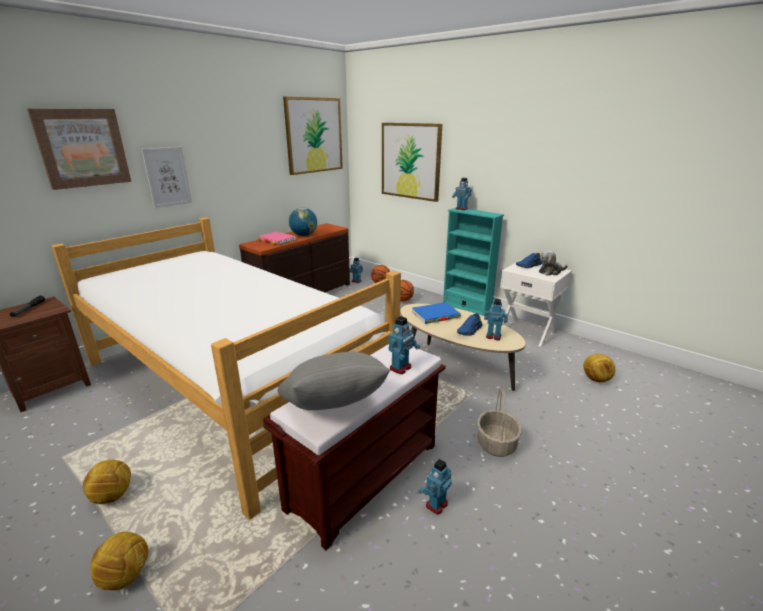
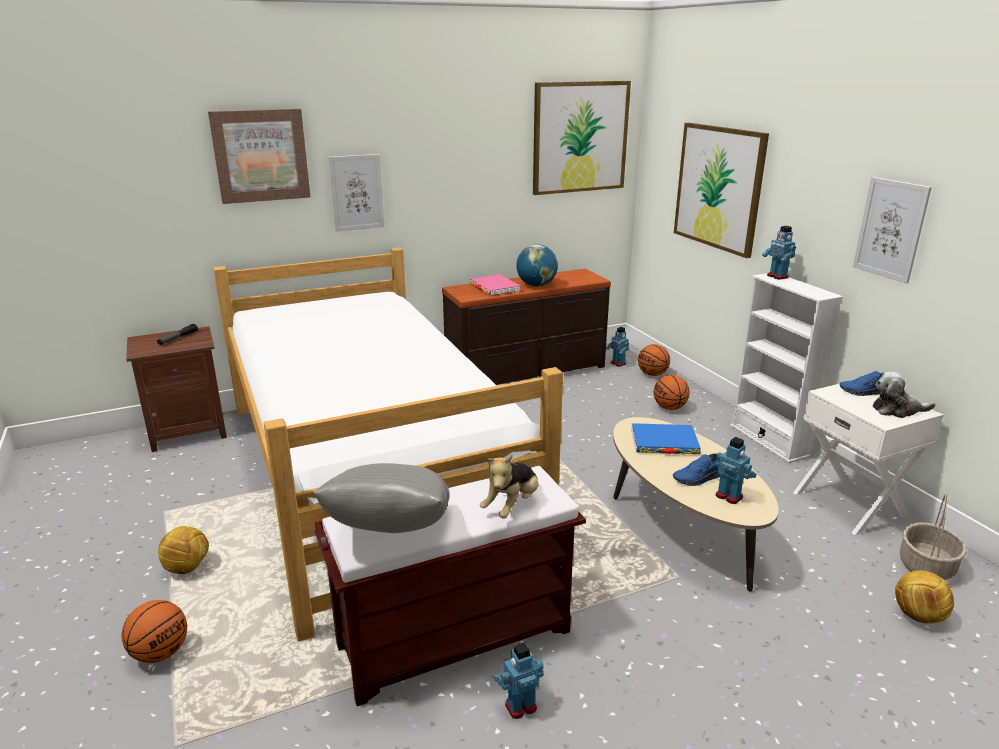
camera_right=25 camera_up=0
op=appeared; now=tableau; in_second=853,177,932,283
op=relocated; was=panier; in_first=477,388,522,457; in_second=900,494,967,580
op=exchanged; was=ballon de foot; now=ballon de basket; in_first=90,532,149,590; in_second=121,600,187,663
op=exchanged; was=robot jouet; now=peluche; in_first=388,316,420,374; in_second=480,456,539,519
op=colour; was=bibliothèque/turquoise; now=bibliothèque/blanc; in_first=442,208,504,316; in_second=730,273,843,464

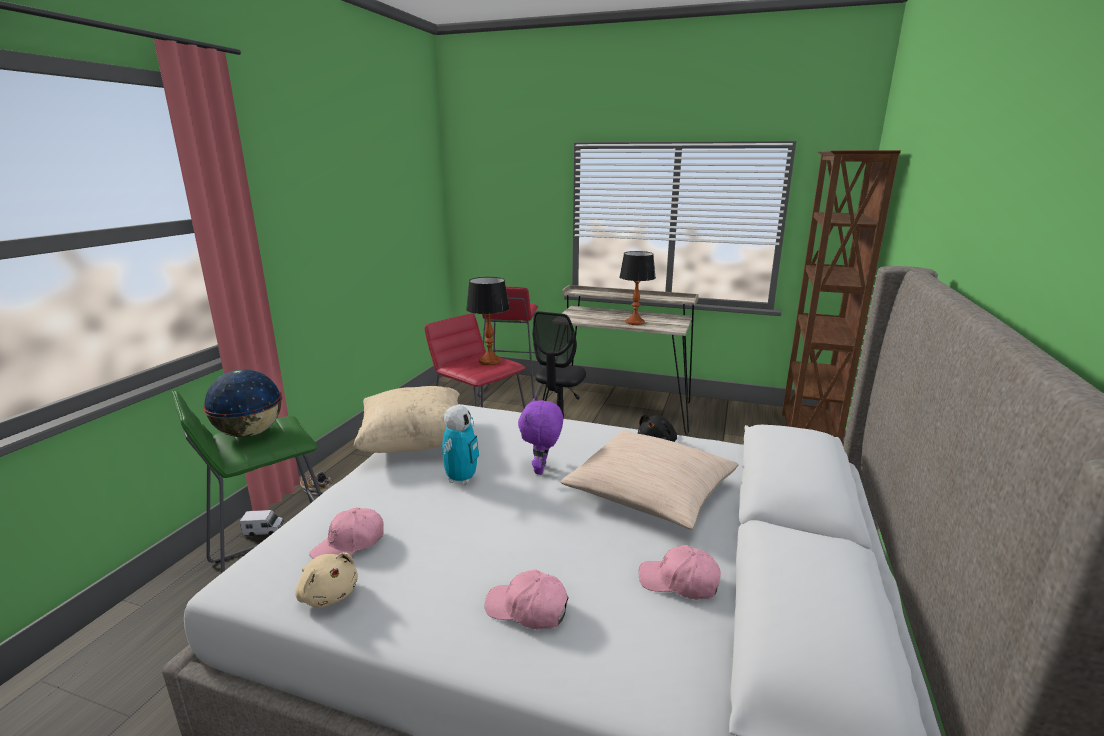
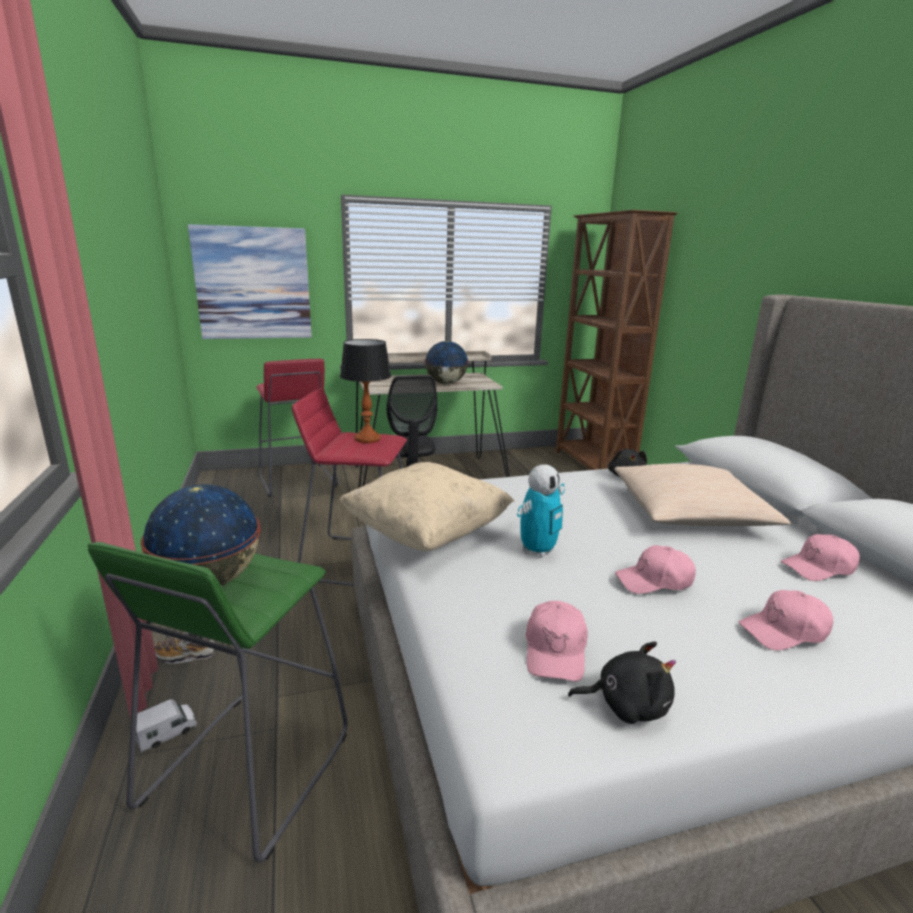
camera_right=-35 camera_up=0
op=missing; was=peluche/violet; in_first=518,398,563,475
op=appeared; now=tableau; in_second=188,224,312,339
op=appeared; now=casquette/rose; in_second=615,545,696,594
op=exchanged; was=lampe de table; now=globe; in_first=619,251,656,325; in_second=425,341,469,384
op=colour; was=peluche/beige; now=peluche/noir; in_first=295,552,358,608; in_second=568,641,676,724
op=spun; was=robot jouet; in_first=442,405,479,485; in_second=517,464,565,558; clockwise=60

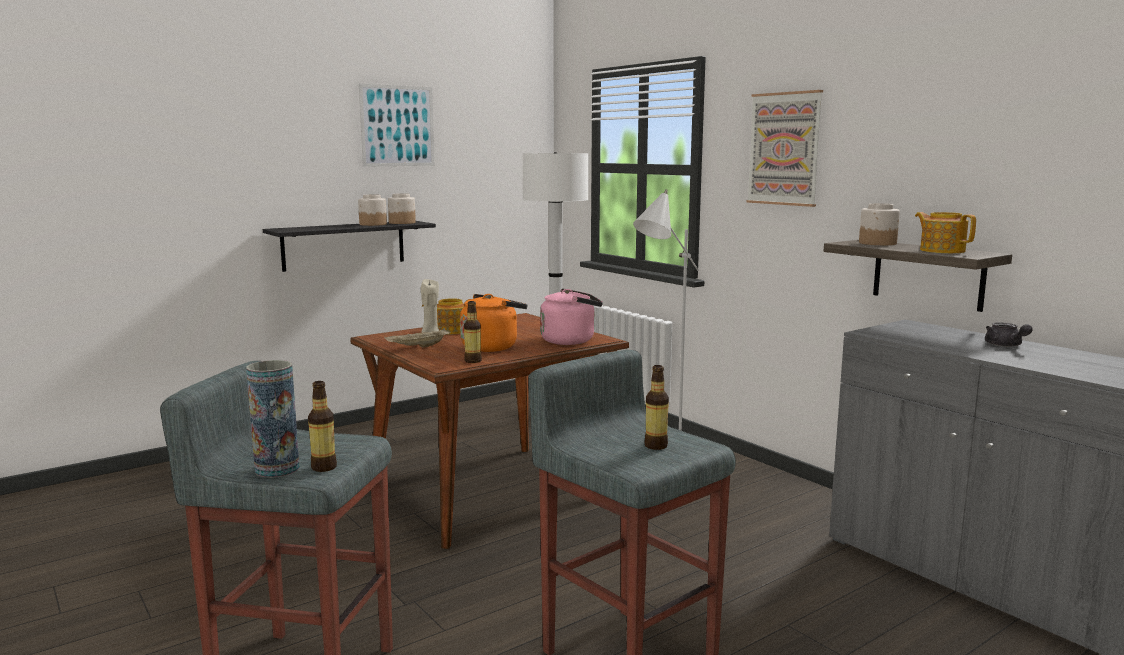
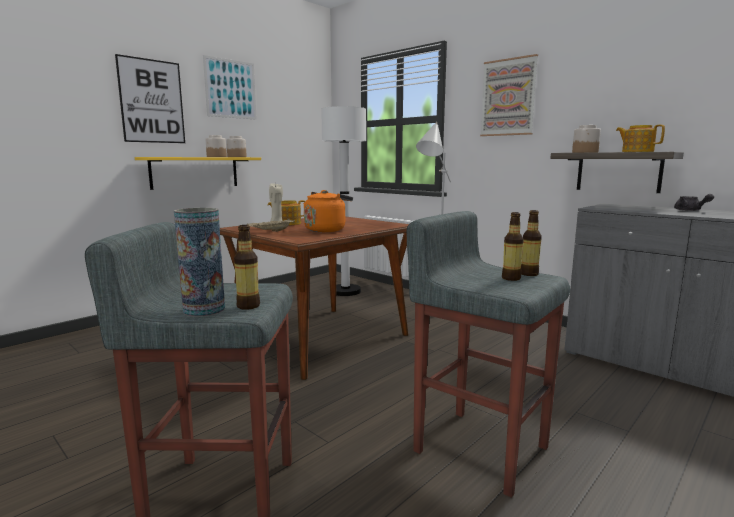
camera_right=-10 camera_up=0
op=missing; was=bouilloire/rose; in_first=540,288,603,345
op=appeared; now=tableau; in_second=115,54,185,143
op=relocated; was=bouteille; in_first=464,301,482,363; in_second=521,210,542,276
op=colour; was=étagère/noir; now=étagère/jaune; in_first=263,221,436,272; in_second=135,157,261,190

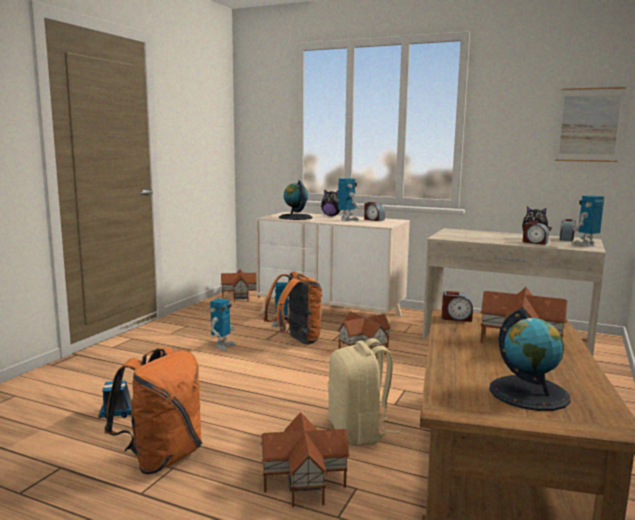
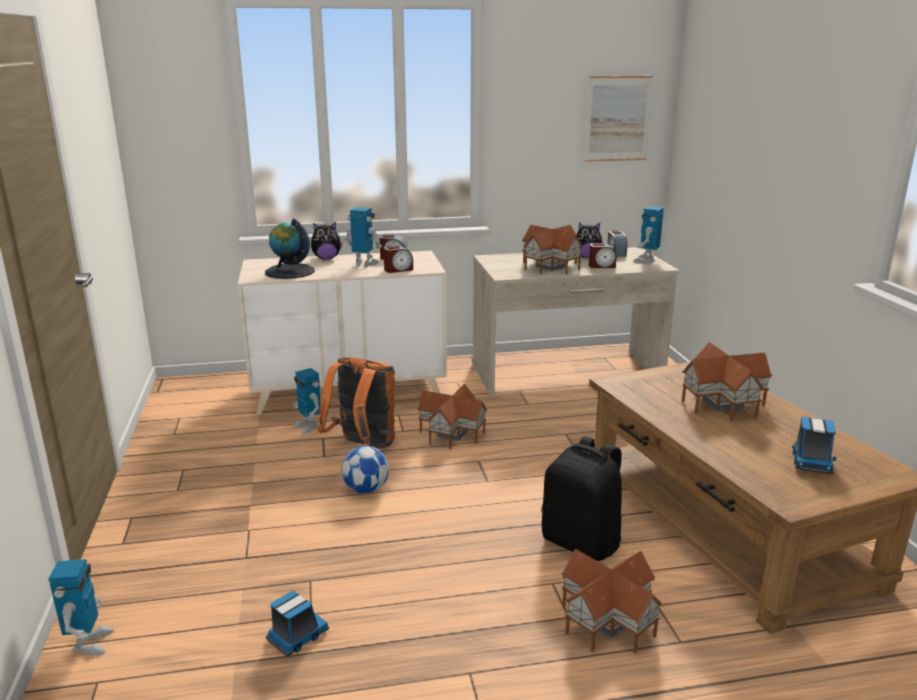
camera_right=-35 camera_up=10
op=missing; was=sac à dos/orange; in_first=104,348,202,475
op=appeared; now=ballon de foot; in_second=341,446,389,494
op=relocated; was=robot jouet; in_first=210,298,236,351; in_second=48,559,114,656
op=relocated; was=maison miniature; in_first=221,269,259,302; in_second=522,225,583,274
op=relocated; was=réveil; in_first=442,291,473,322; in_second=384,245,413,273
op=exchanged; was=globe; now=camion jouet; in_first=489,308,571,411; in_second=792,417,836,474
op=colour; was=sac à dos/beige; now=sac à dos/noir; in_first=328,338,400,446; in_second=541,436,622,561

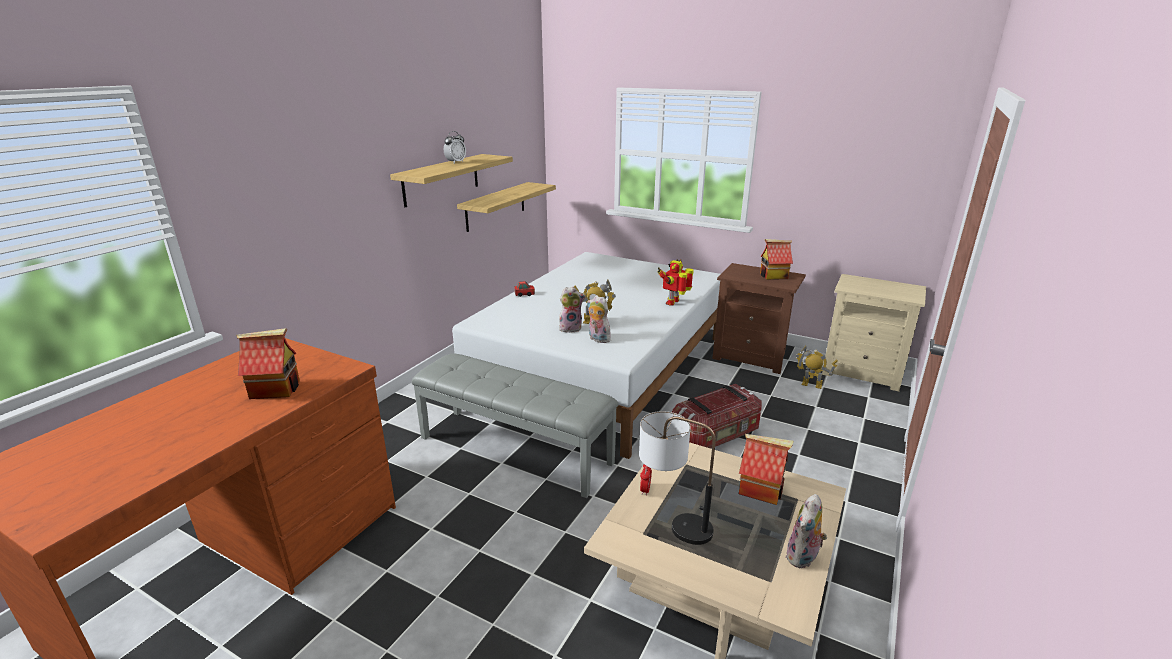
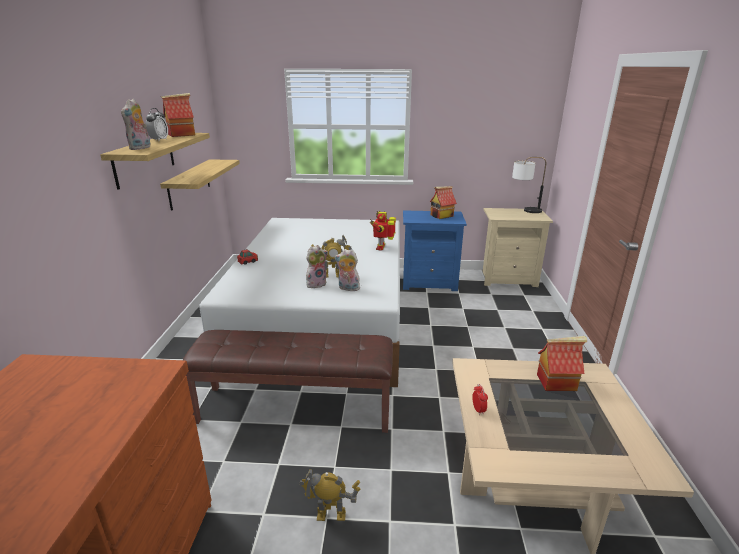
camera_right=-25 camera_up=0
op=missing; was=boîte de rangement; in_first=672,384,762,449
op=relocated; was=maison miniature; in_first=236,328,300,399; in_second=161,93,195,137
op=relocated; was=lampe de table; in_first=639,411,716,545; in_second=512,157,546,213
op=relocated; was=peluche; in_first=786,494,827,569; in_second=121,99,150,150
op=relocated; was=robot jouet; in_first=795,346,838,389; in_second=299,469,361,521
op=colour; was=banc/gris; now=banc/marron; in_first=412,353,618,498; in_second=183,330,393,433
op=colour; was=table de chevet/marron; now=table de chevet/bleu; in_first=712,263,806,374; in_second=403,210,467,291

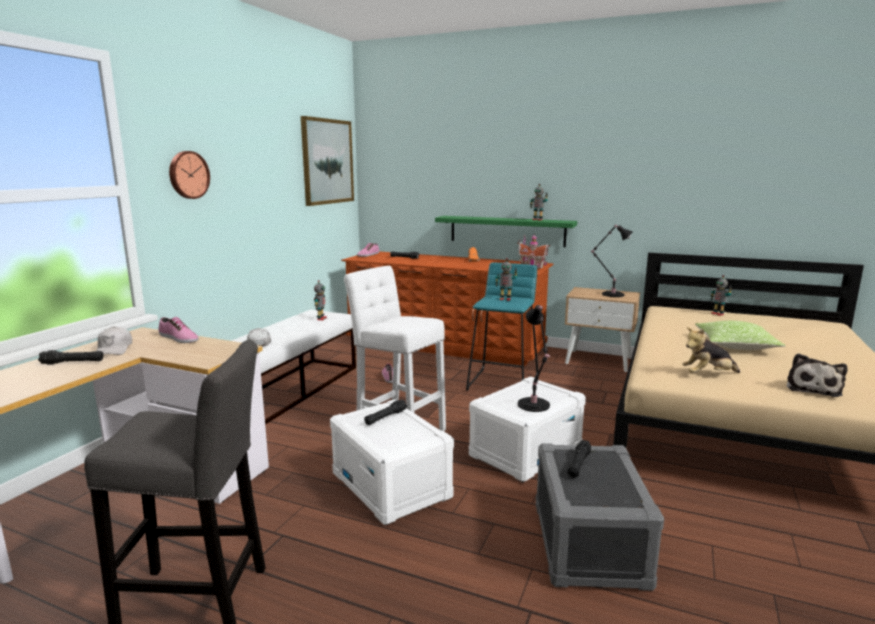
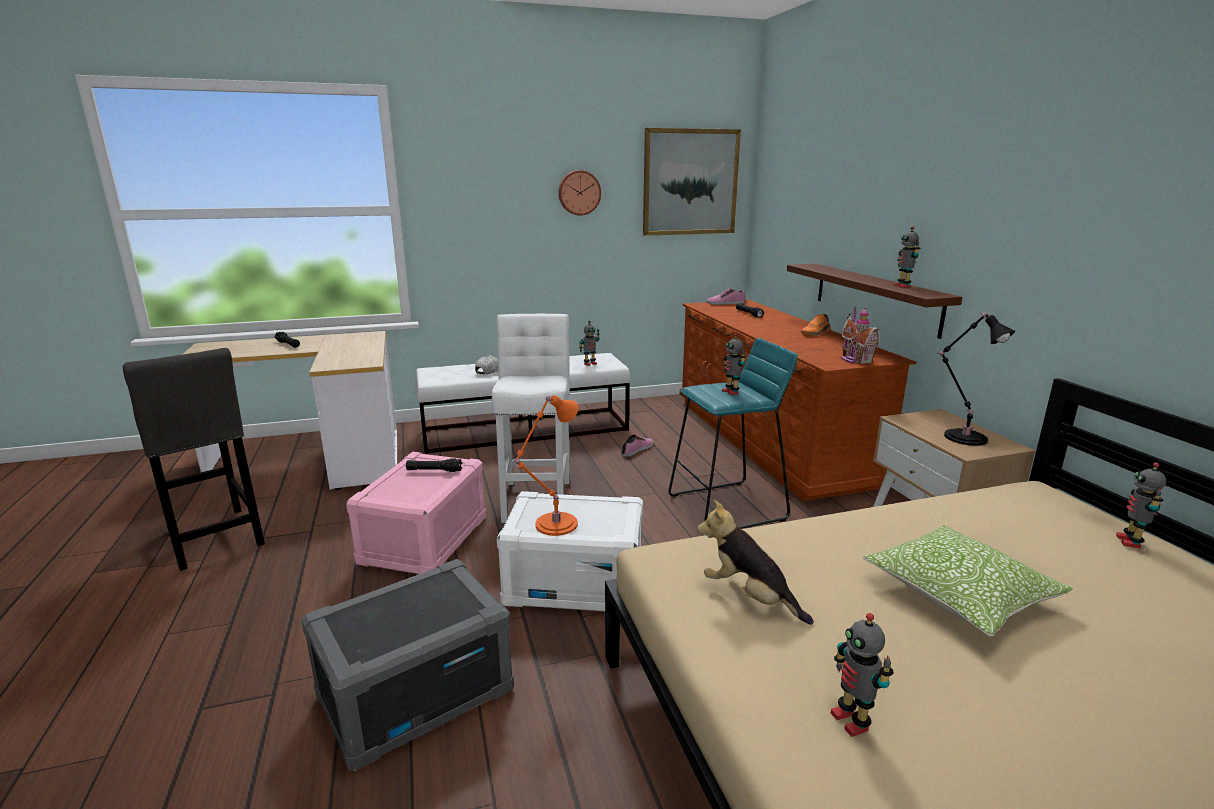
camera_right=50 camera_up=5
op=missing; was=casquette/blanc; in_first=96,326,132,355
op=missing; was=chaussure; in_first=158,317,199,343
op=missing; was=lampe de poche/noir; in_first=567,440,591,478
op=relocated; was=horloge murale; in_first=169,151,210,199; in_second=558,170,601,215
op=exchanged; was=peluche; now=robot jouet; in_first=787,353,847,397; in_second=831,613,894,737
op=colour; was=boîte de rangement/blanc; now=boîte de rangement/rose; in_first=330,399,454,525; in_second=346,452,486,574
op=colour; was=étagère/vert; now=étagère/marron; in_first=435,216,577,247; in_second=787,264,962,339
op=colour; was=lampe de table/noir; now=lampe de table/orange; in_first=518,305,550,412; in_second=514,395,579,536

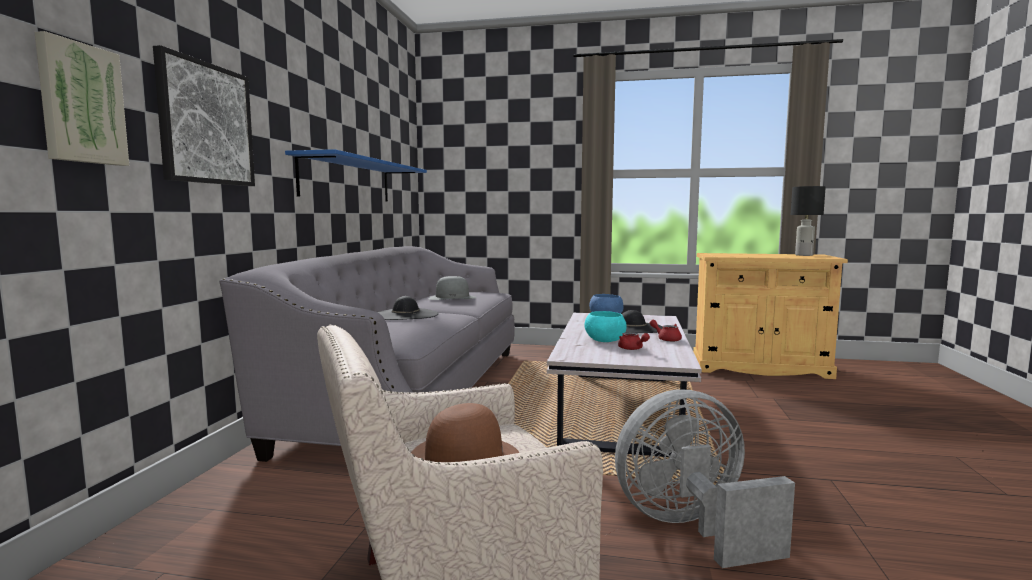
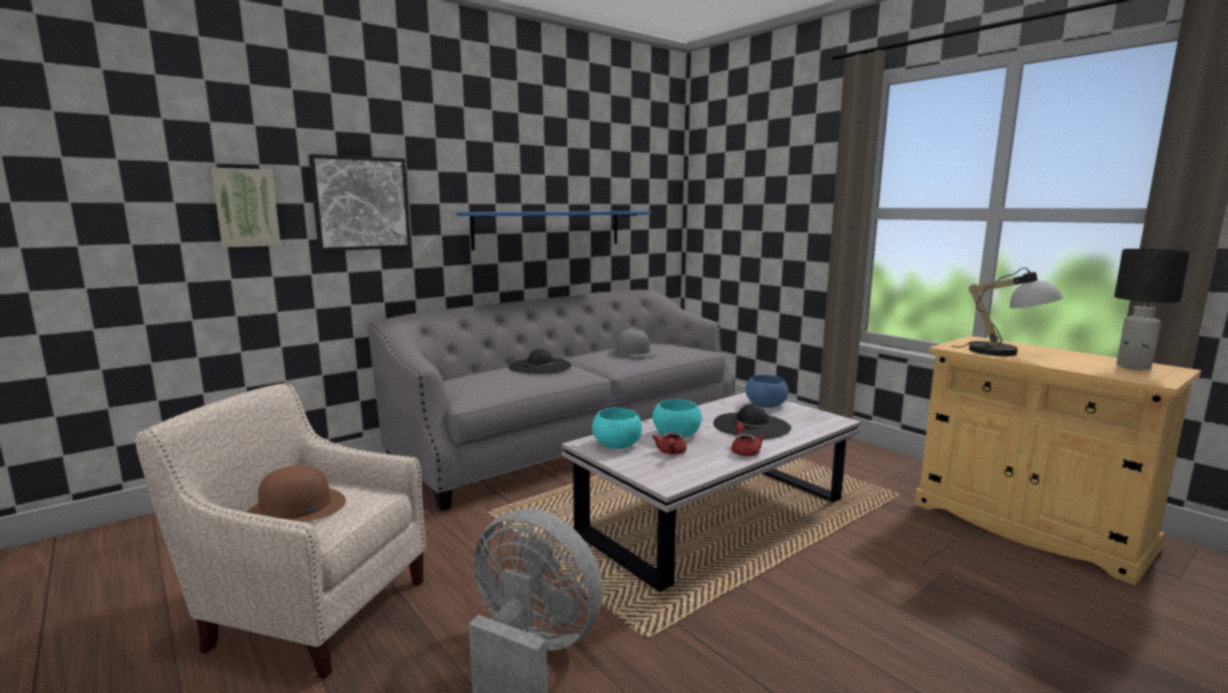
camera_right=40 camera_up=5
op=appeared; now=bol/turquoise; in_second=592,408,642,449
op=appeared; now=lampe de table; in_second=951,268,1063,356

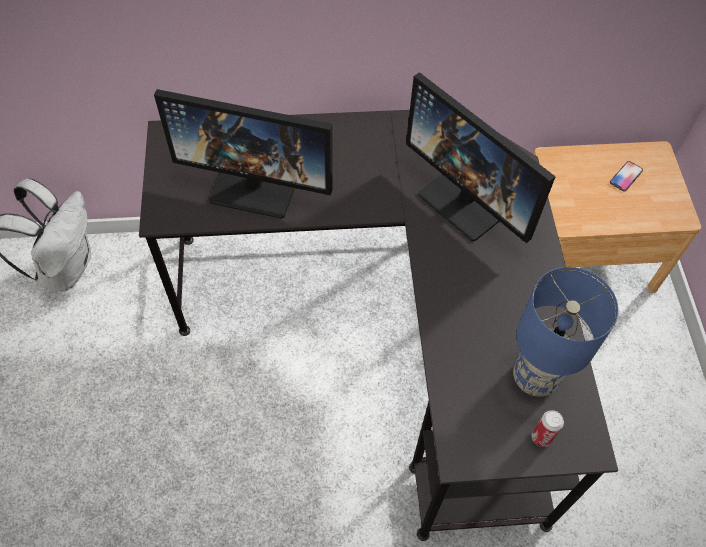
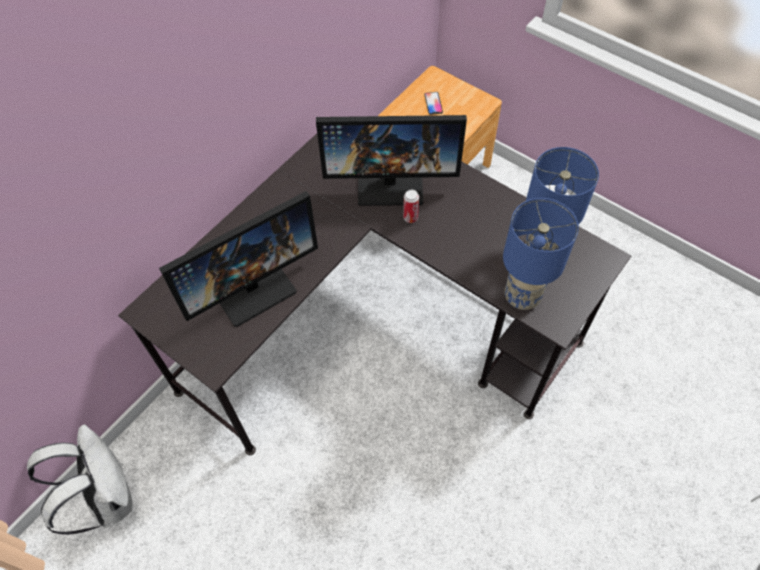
camera_right=-45 camera_up=0
op=appeared; now=lampe de table/bleu; in_second=503,198,579,310
op=relocated; was=boîte métallique; in_first=532,410,564,447; in_second=403,190,419,223

